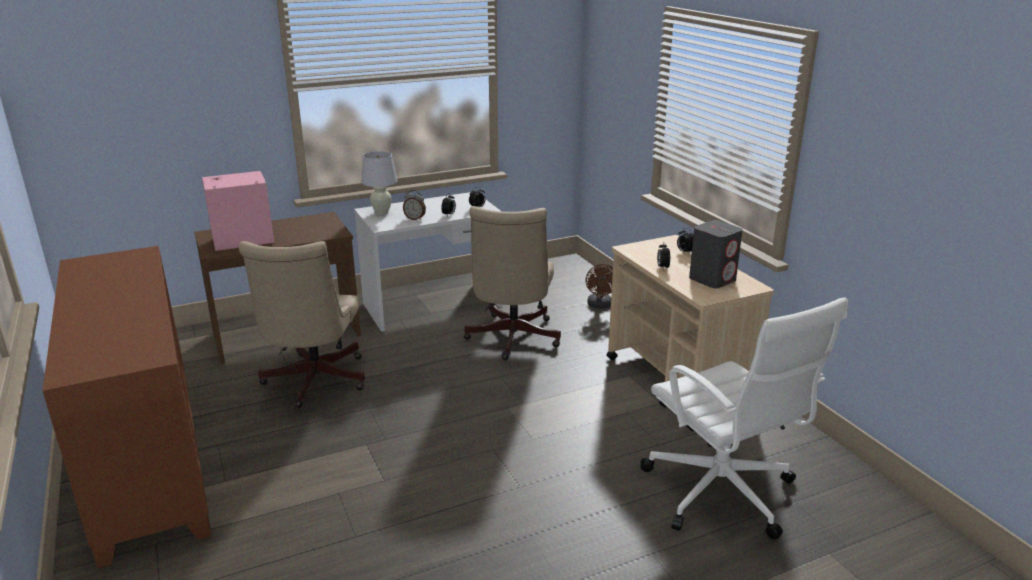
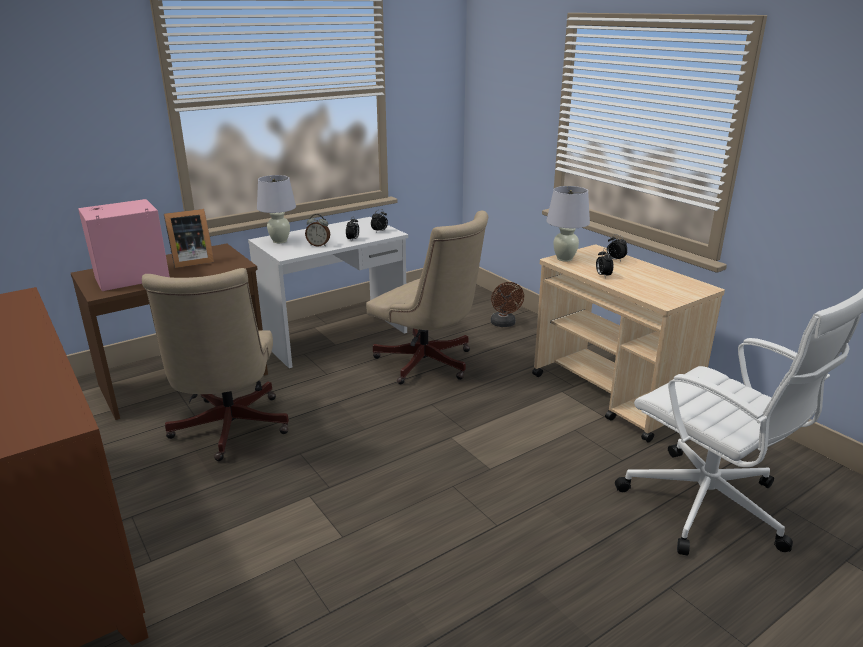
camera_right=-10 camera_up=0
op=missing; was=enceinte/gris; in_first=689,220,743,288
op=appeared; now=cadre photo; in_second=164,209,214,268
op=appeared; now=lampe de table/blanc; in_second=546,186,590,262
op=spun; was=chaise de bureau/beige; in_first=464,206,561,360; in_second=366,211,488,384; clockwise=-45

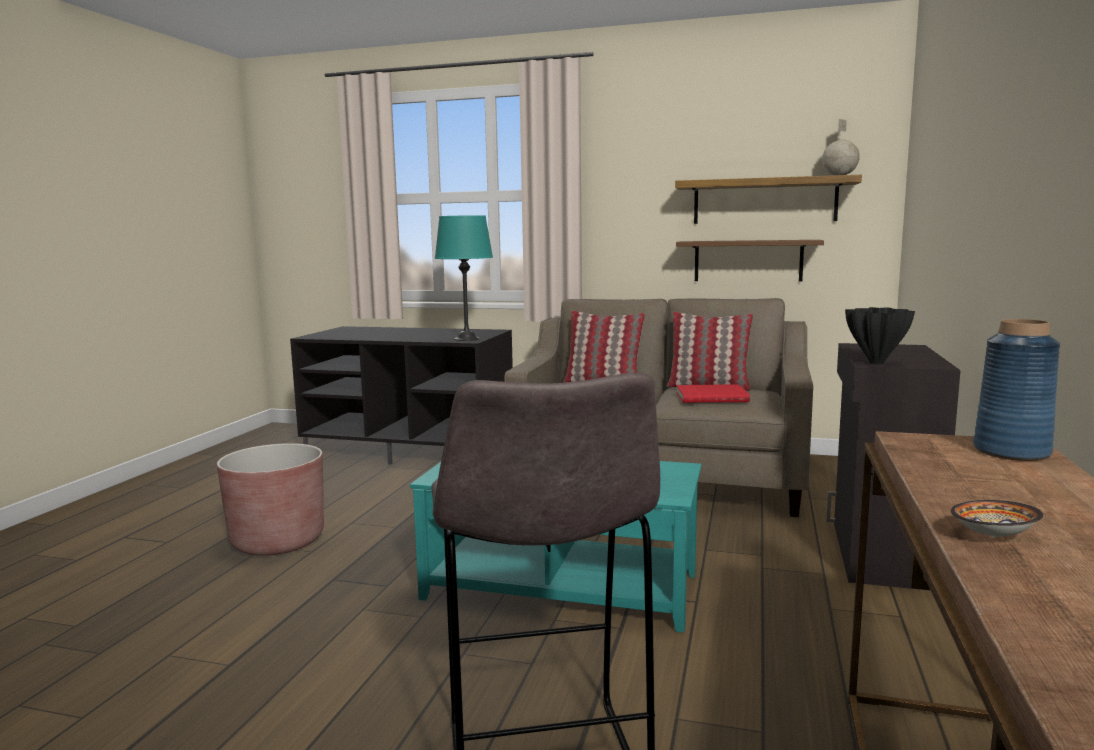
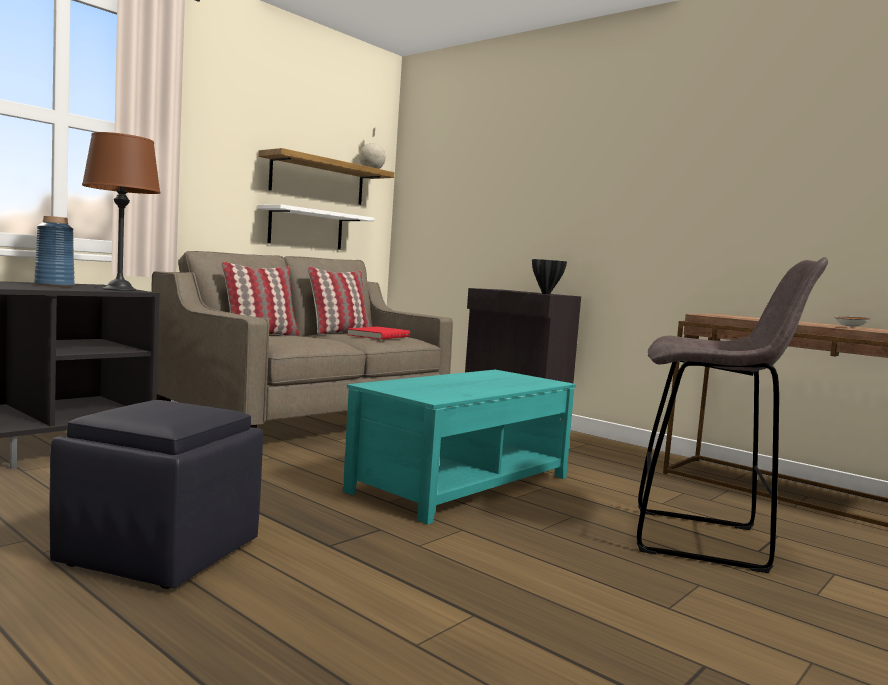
camera_right=-65 camera_up=-5
op=relocated; was=vase/bleu; in_first=973,319,1060,461; in_second=34,216,75,287
op=exchanged; was=cache-pot/marron; now=pouf/noir; in_first=217,443,324,556; in_second=49,400,263,589
op=colour; was=lampe de table/turquoise; now=lampe de table/marron; in_first=435,215,493,341; in_second=82,132,160,291
op=colour; was=étagère/marron; now=étagère/blanc; in_first=676,240,824,282; in_second=257,204,374,250

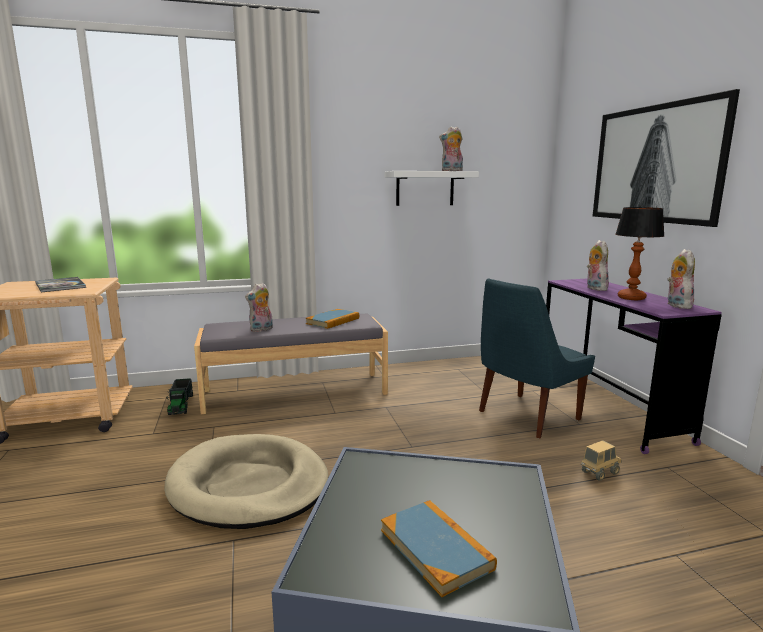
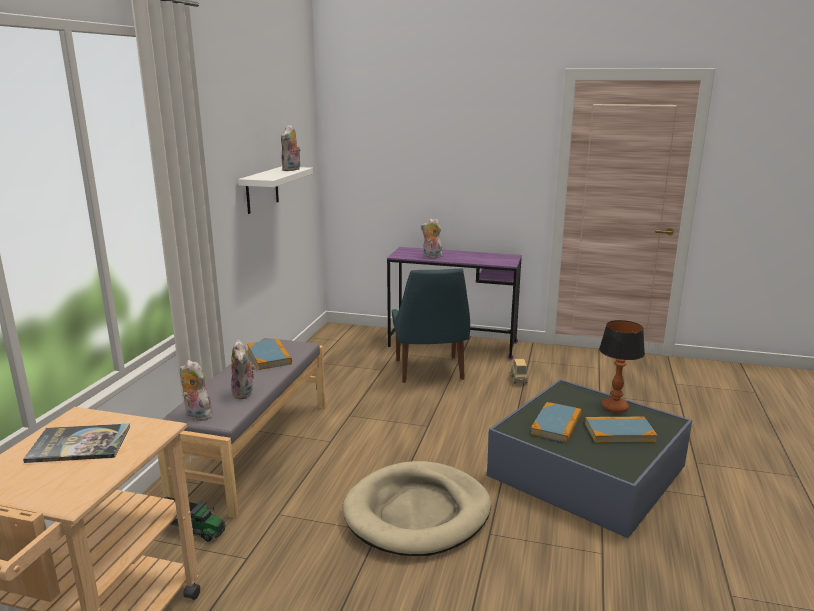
camera_right=-60 camera_up=5
op=missing; was=tableau; in_first=593,89,740,227
op=appeared; now=livre; in_second=530,402,582,443
op=relocated; was=lampe de table; in_first=615,207,664,300; in_second=599,320,645,413
op=relocated; was=peluche; in_first=667,249,695,309; in_second=180,360,213,421

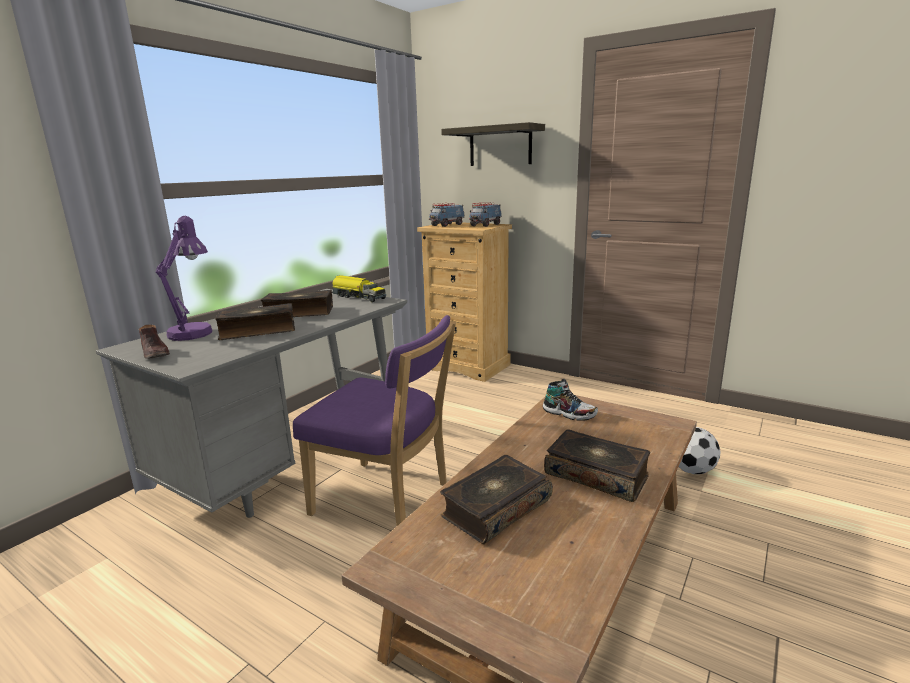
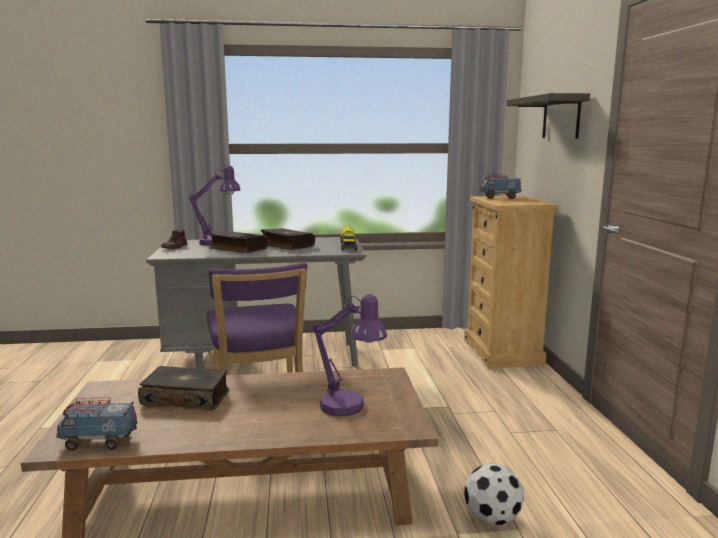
camera_right=50 camera_up=-5
op=missing; was=chaussure; in_first=543,379,598,421
op=missing; was=livre; in_first=544,429,650,502
op=appeared; now=lampe de table/violet; in_second=312,294,387,416
op=relocated; was=camion jouet; in_first=469,202,502,227; in_second=56,398,138,451

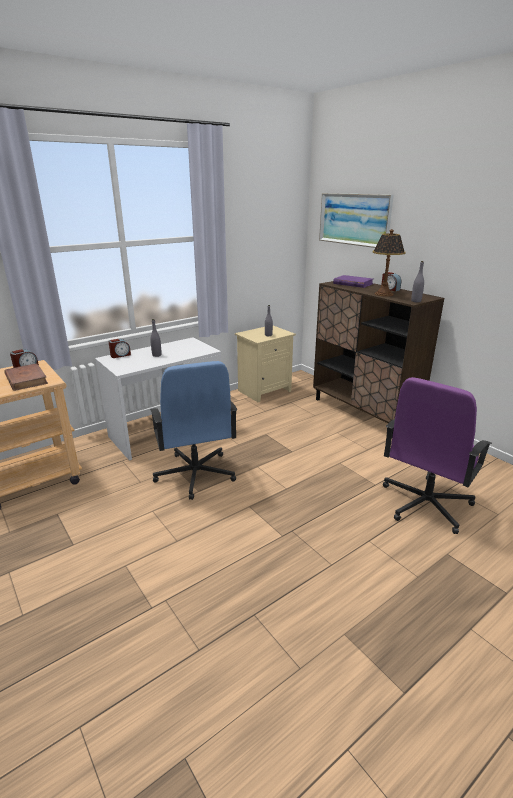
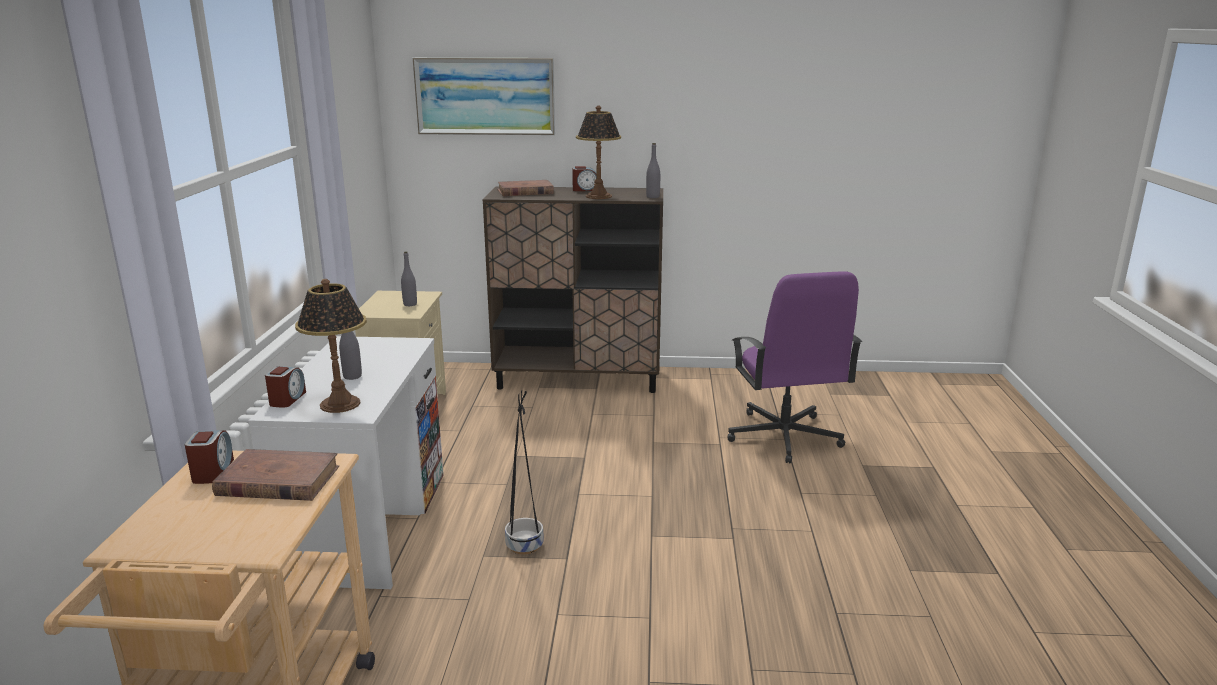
camera_right=-50 camera_up=-5
op=appeared; now=lampe de table; in_second=295,279,367,413
op=exchanged; was=chaise de bureau/bleu; now=cache-pot/noir; in_first=150,361,238,500; in_second=505,390,544,555
op=colour; was=livre/violet; now=livre/marron; in_first=333,275,373,288; in_second=497,180,554,196

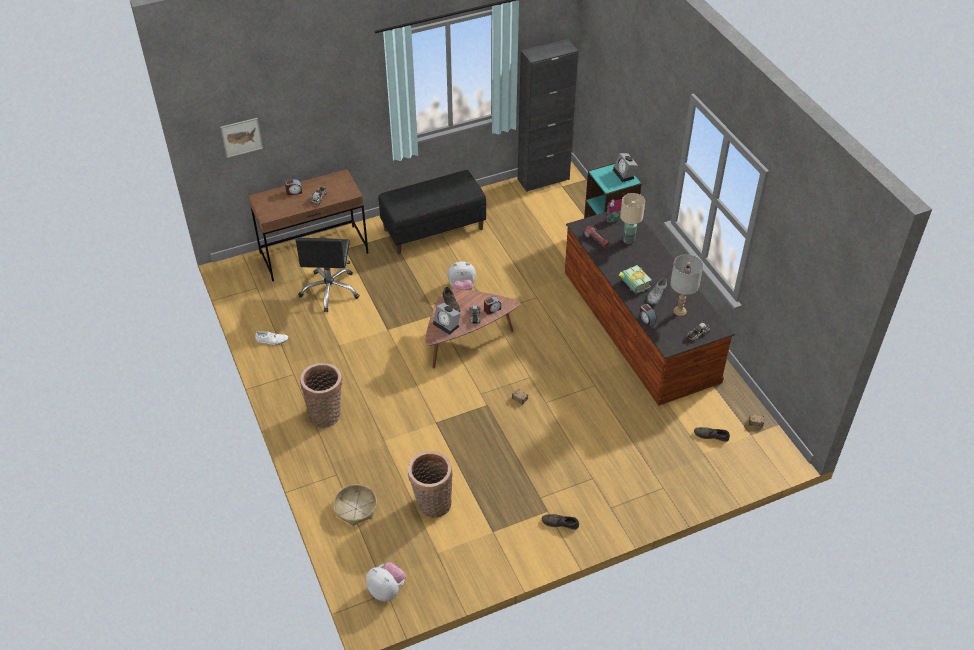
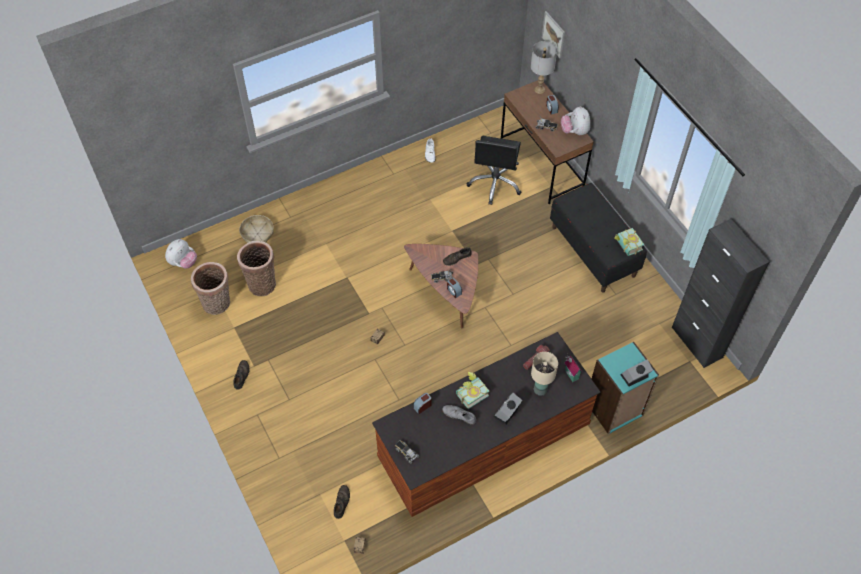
camera_right=85 camera_up=10
op=appeared; now=livre; in_second=614,228,644,256
op=relocated; was=panier; in_first=300,363,342,428; in_second=191,262,230,315
op=relocated; was=réveil; in_first=433,303,461,335; in_second=493,393,522,424
op=relocated; was=peluche; in_first=447,261,476,290; in_second=561,106,590,135
op=relocated; was=lampe de table/gris; in_first=670,254,703,316; in_second=531,41,557,94
op=spun; was=chaise de bureau/noir; in_first=295,238,360,312; in_second=467,136,522,205; clockwise=-75

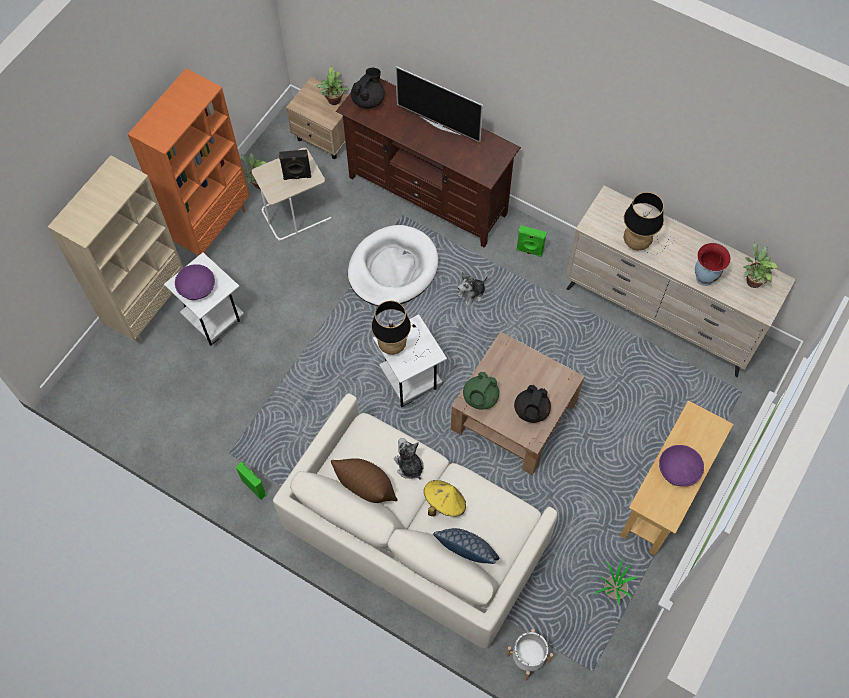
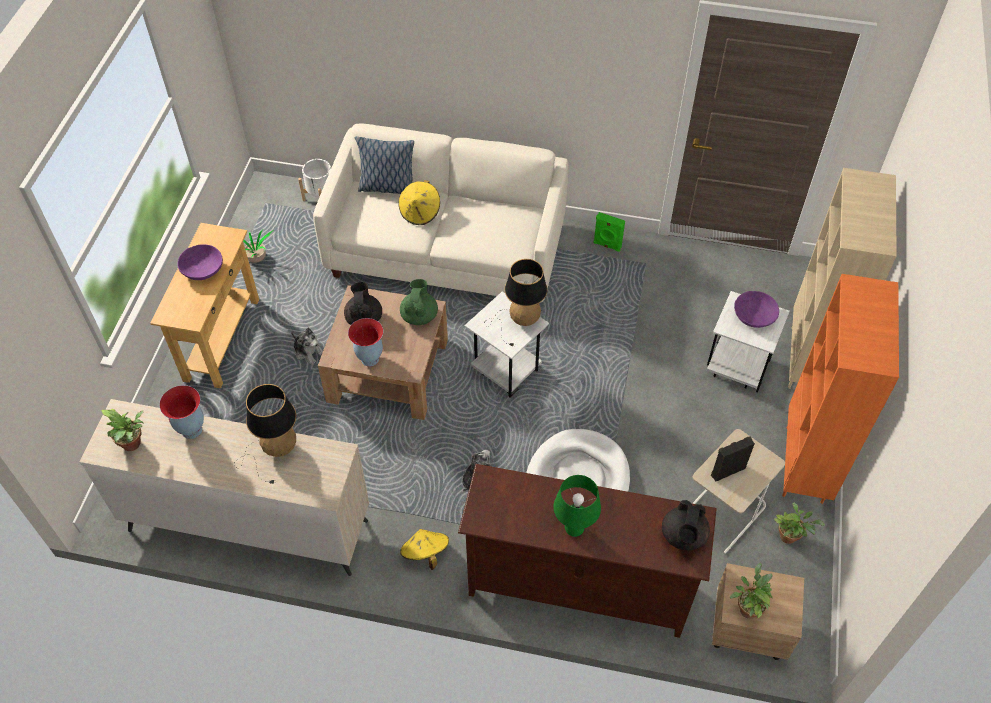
camera_right=160 camera_up=-10
op=missing; was=coussin/marron; in_first=331,458,398,503
op=appeared; now=vase; in_second=348,318,383,367
op=relocated; was=peluche; in_first=394,438,424,480; in_second=291,328,323,365
op=exchanged; was=téléviseur; now=lampe de table/vert; in_first=395,66,483,142; in_second=553,475,601,537
op=exchanged; was=enceinte/vert; now=chapeau/jaune; in_first=516,225,547,257; in_second=400,529,449,570

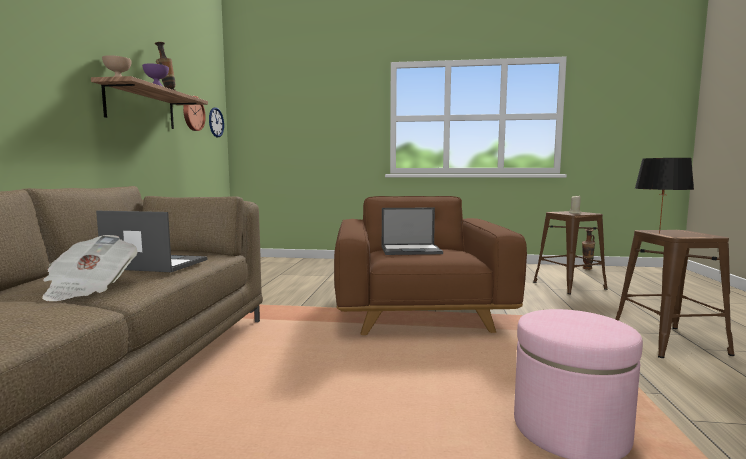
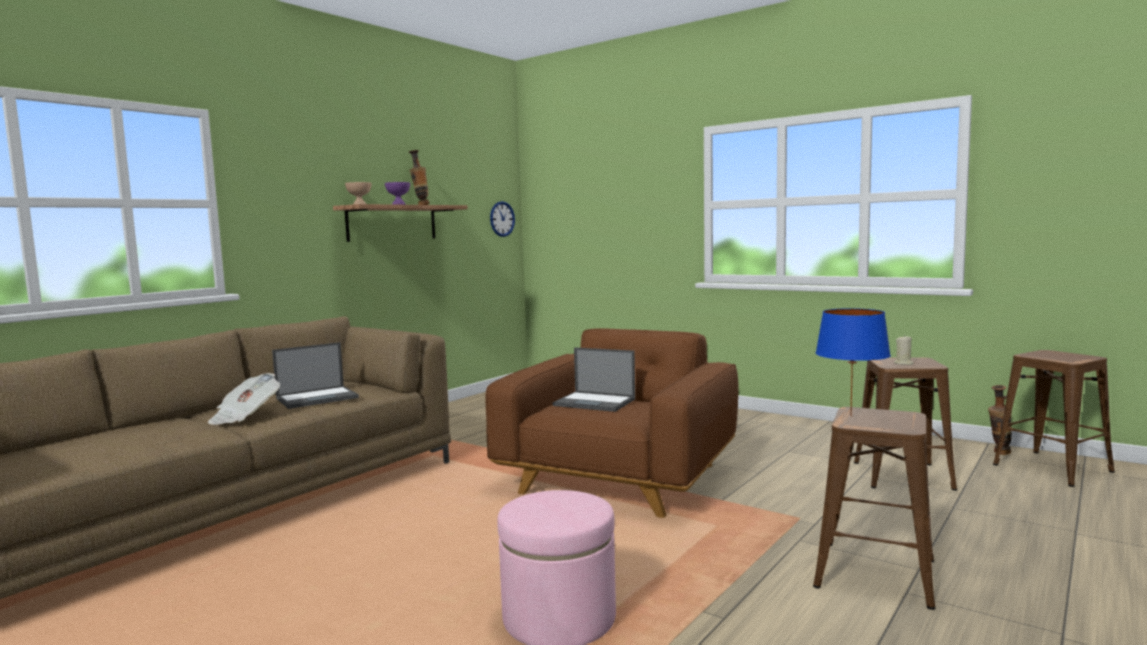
camera_right=30 camera_up=0
op=missing; was=horloge murale; in_first=183,96,206,131
op=appeared; now=tabouret/marron; in_second=993,350,1115,487
op=colour; was=lampe de table/noir; now=lampe de table/bleu; in_first=635,158,694,233; in_second=815,308,891,416
op=spun; was=ordinateur portable; in_first=96,211,207,272; in_second=272,342,359,409; clockwise=105

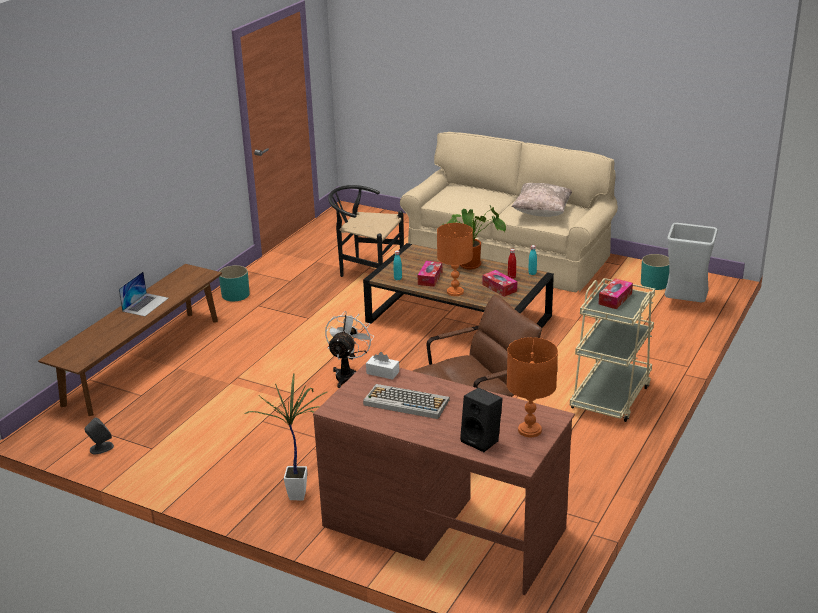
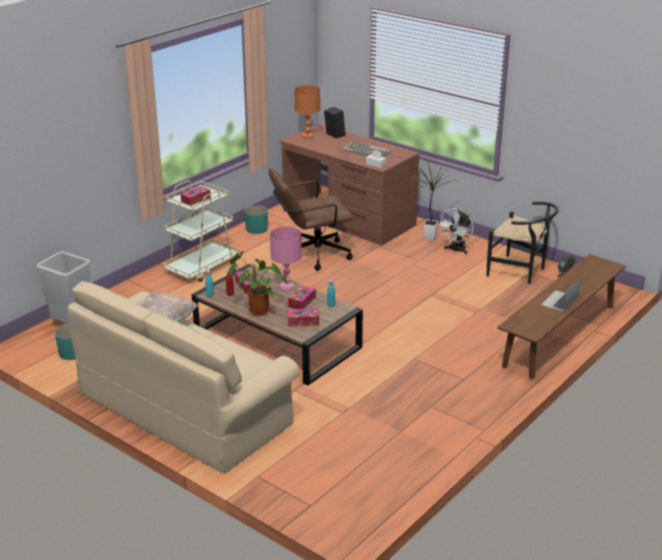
camera_right=-170 camera_up=0
op=appeared; now=boîte à mouchoirs; in_second=288,308,319,327
op=relocated; was=cache-pot/turquoise; in_first=219,265,250,301; in_second=245,205,268,234
op=relocated; was=ventilateur/blanc; in_first=325,311,374,388; in_second=438,208,473,254
op=relocated; was=chaise/noir; in_first=328,185,404,277; in_second=487,201,559,284
op=colour; was=lampe de table/orange; now=lampe de table/rose; in_first=437,223,473,296; in_second=270,227,302,291

